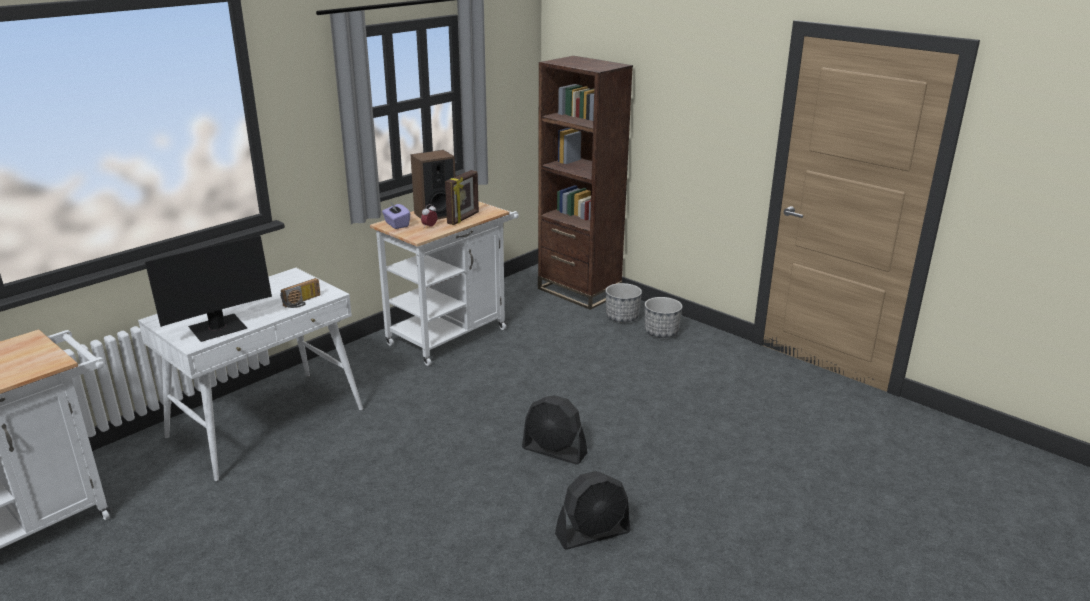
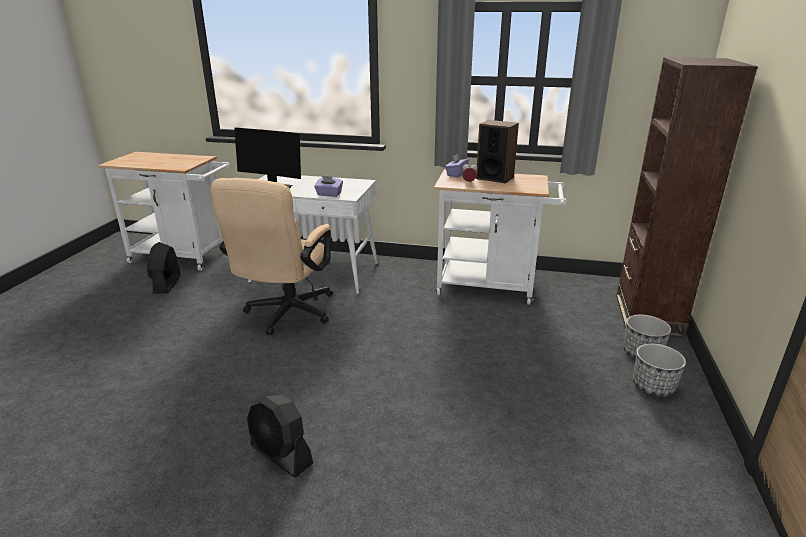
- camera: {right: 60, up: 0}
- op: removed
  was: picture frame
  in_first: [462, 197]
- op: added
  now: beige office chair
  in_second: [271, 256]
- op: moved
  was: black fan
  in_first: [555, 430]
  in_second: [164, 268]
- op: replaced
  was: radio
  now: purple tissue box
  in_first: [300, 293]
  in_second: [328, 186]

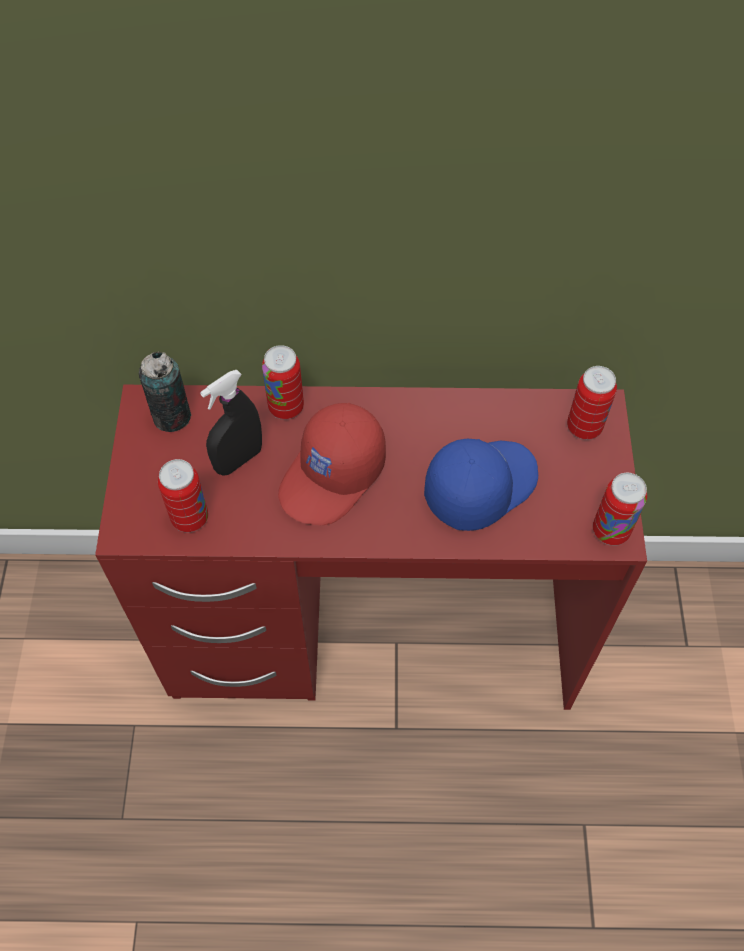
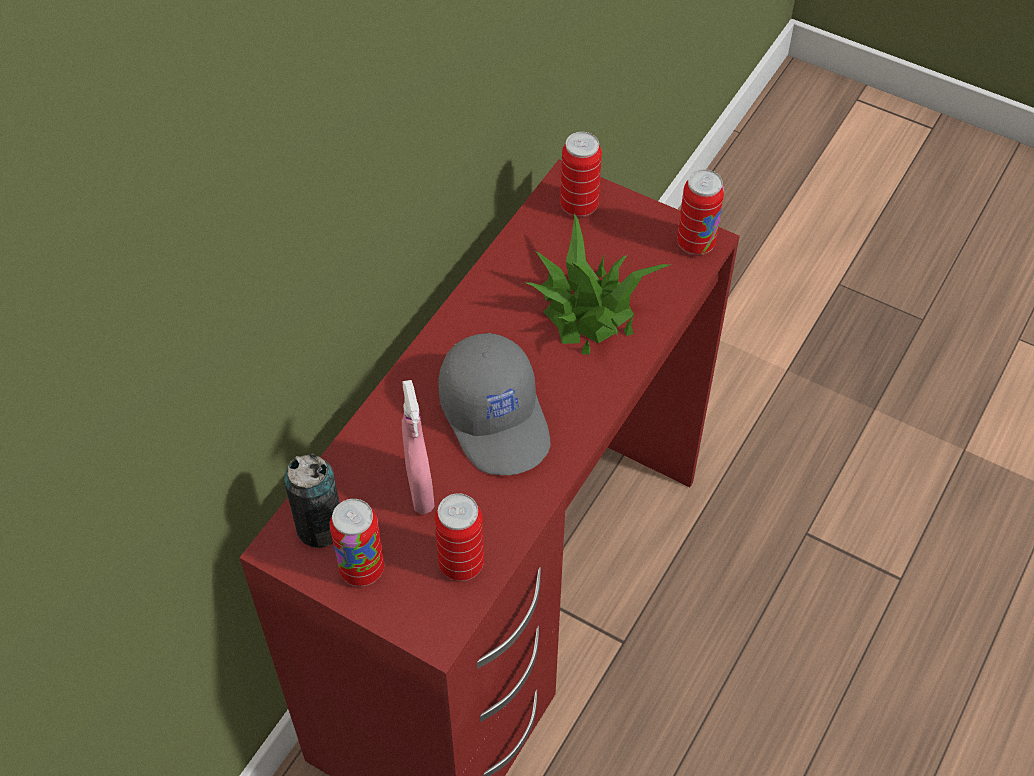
- camera: {right: -60, up: -5}
- op: moved
  was: can
  in_first: [283, 382]
  in_second: [357, 542]
- op: replaced
  was: blue cap
  now: potted plant
  in_first: [481, 485]
  in_second: [598, 284]
- op: recoloured
  was: black spray bottle
  now: pink spray bottle
  in_first: [231, 422]
  in_second: [418, 447]
- op: recoloured
  was: red cap
  now: grey cap
  in_first: [332, 464]
  in_second: [494, 404]

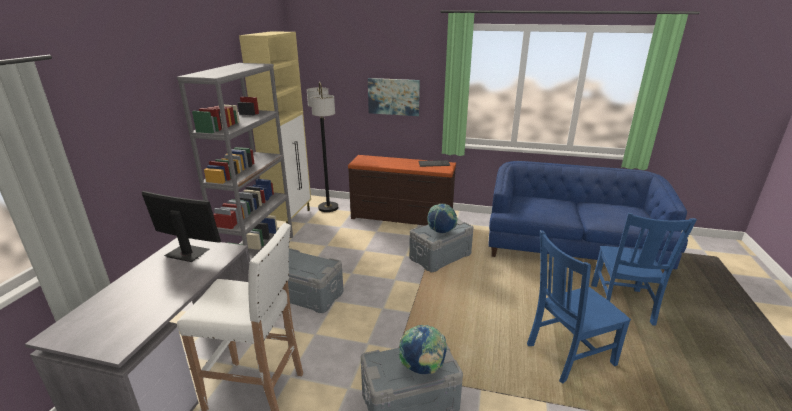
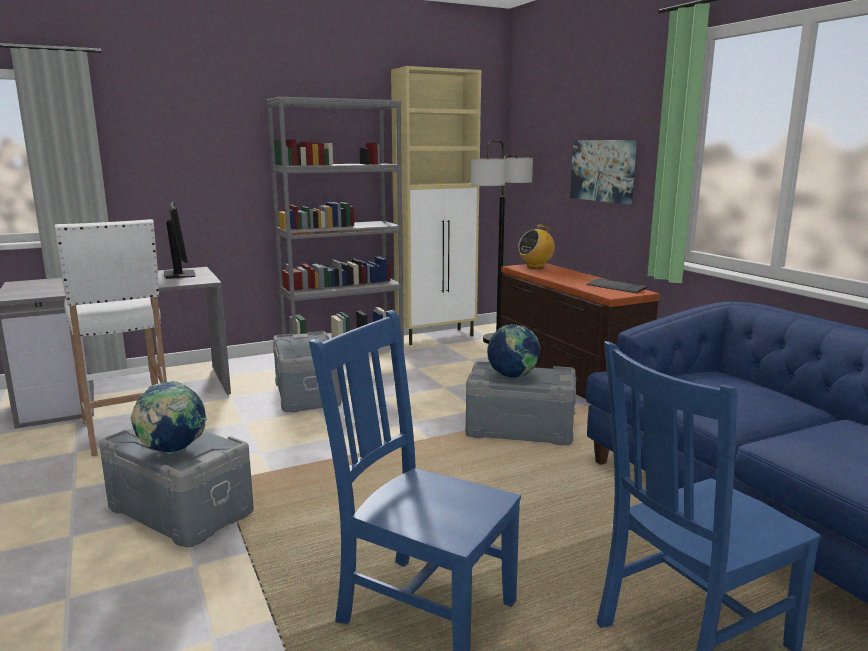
- camera: {right: 50, up: -10}
- op: added
  now: radio
  in_second: [536, 246]

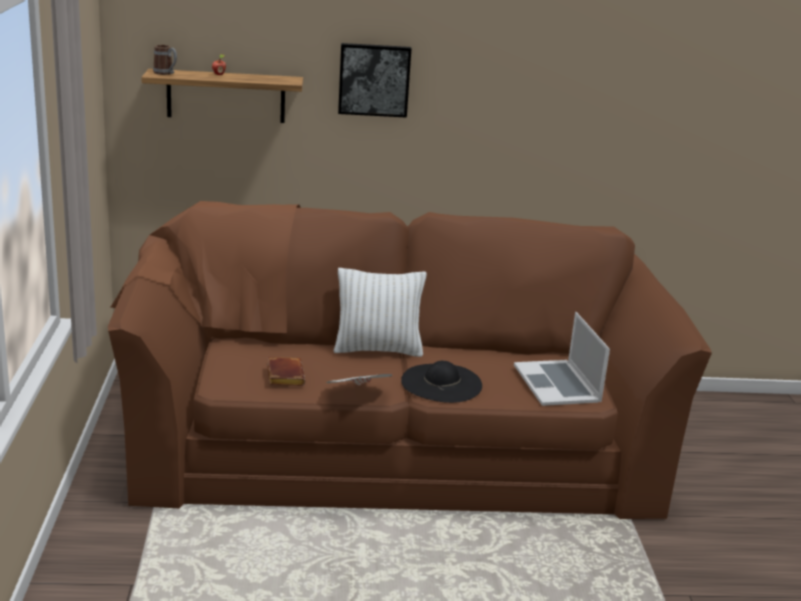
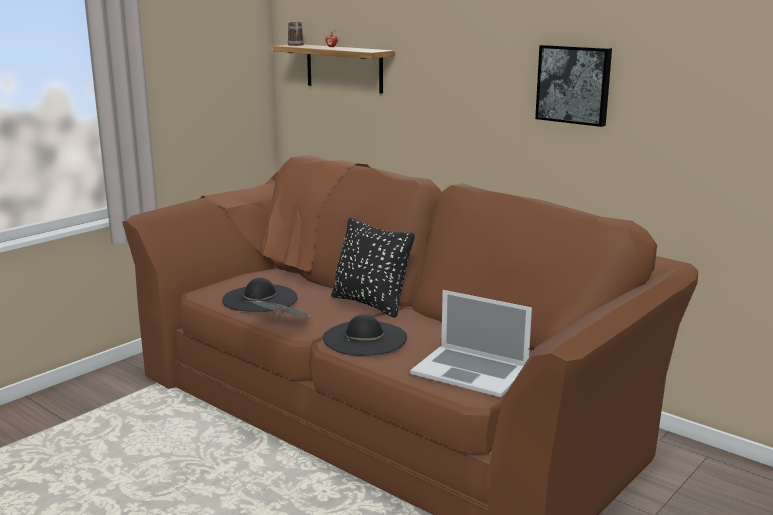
- camera: {right: 45, up: -5}
- op: moved
  was: picture
  in_first: [374, 80]
  in_second: [573, 86]
- op: replaced
  was: brown book
  now: black hat
  in_first: [286, 371]
  in_second: [259, 295]
- op: recoloured
  was: white pillow
  now: black pillow
  in_first: [380, 312]
  in_second: [373, 268]
- op: turned
  was: laptop
  in_first: [562, 359]
  in_second: [471, 343]
  clockwise: -90

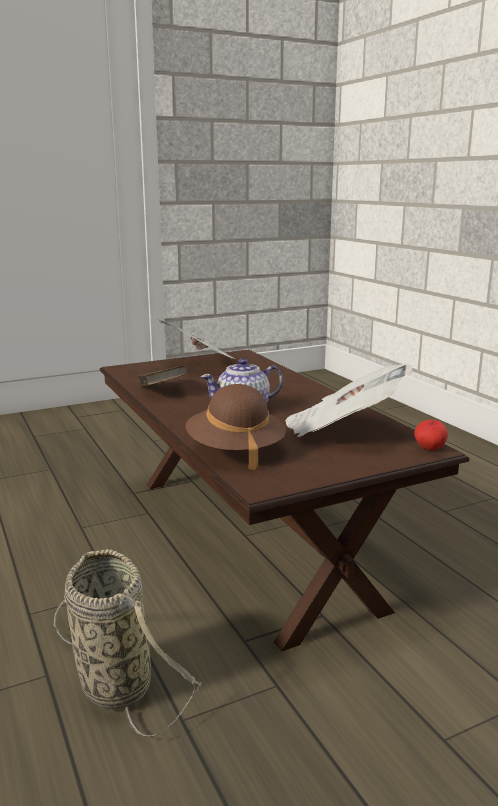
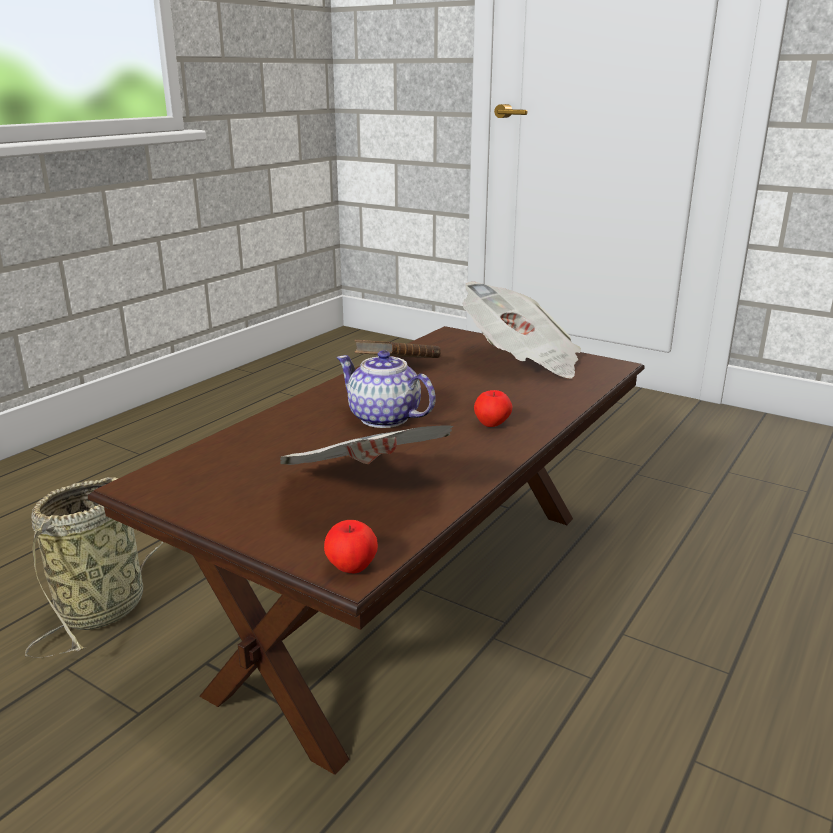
- camera: {right: 60, up: 5}
- op: removed
  was: brown hat
  in_first: [236, 427]
- op: added
  now: apple
  in_second: [493, 408]

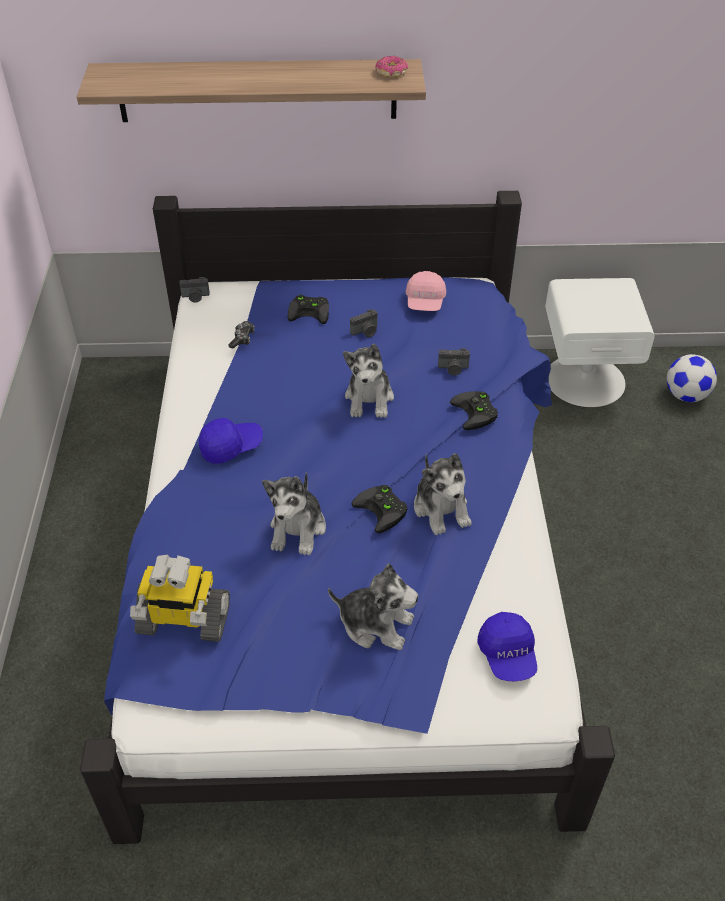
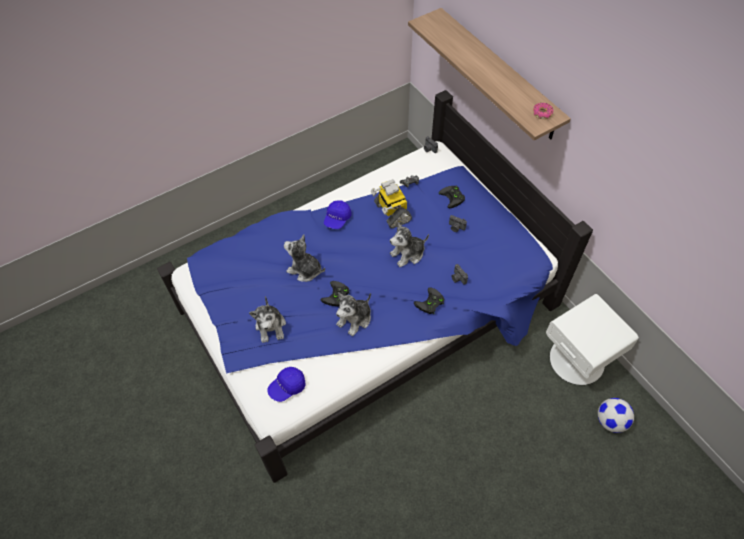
- camera: {right: 60, up: 10}
- op: removed
  was: pink cap
  in_first: [426, 291]
- op: moved
  was: toy robot
  in_first: [180, 598]
  in_second: [391, 203]
- op: turned
  was: blue cap
  in_first: [231, 441]
  in_second: [338, 214]
  clockwise: 75
- op: turned
  was: plush toy
  in_first: [294, 514]
  in_second: [304, 258]
  clockwise: 45

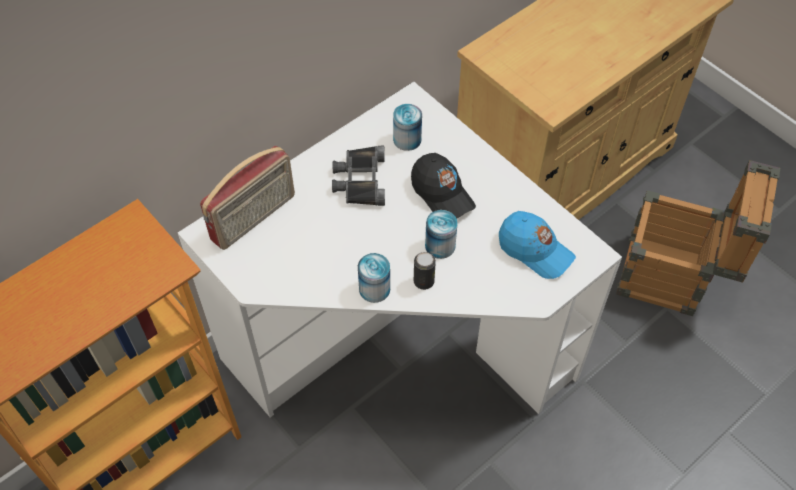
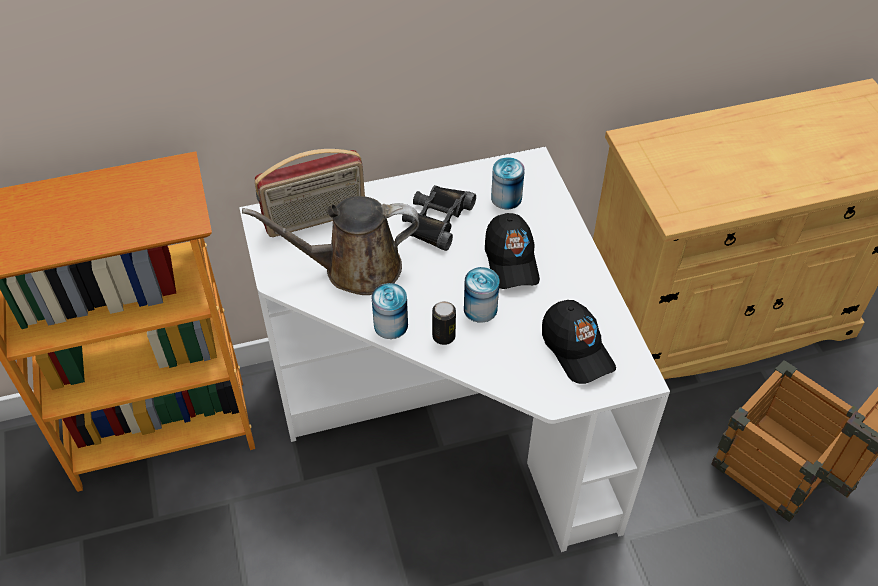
- camera: {right: 25, up: -5}
- op: added
  now: brown watering can
  in_second: [330, 245]
- op: recoloured
  was: blue cap
  now: black cap
  in_first: [537, 245]
  in_second: [579, 342]

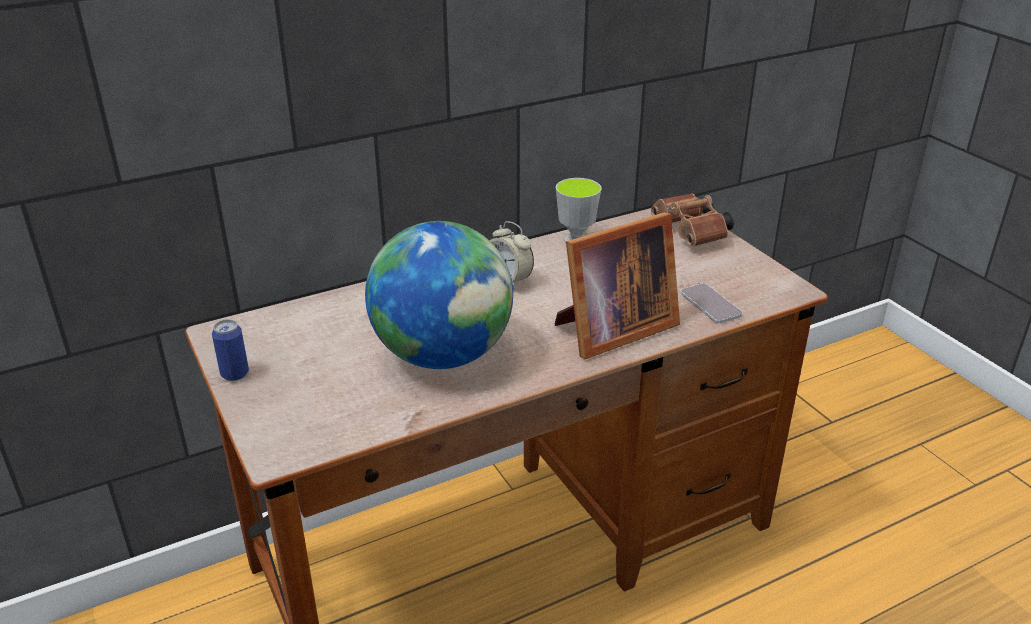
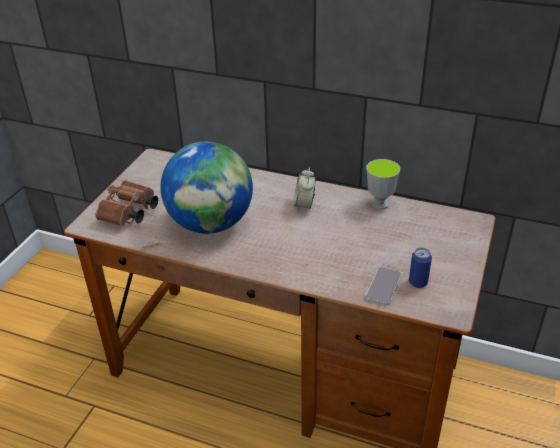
- camera: {right: 50, up: 5}
- op: removed
  was: picture frame
  in_first: [617, 285]
- op: moved
  was: can
  in_first: [230, 350]
  in_second: [420, 267]
- op: moved
  was: brown binoculars
  in_first: [692, 220]
  in_second: [126, 203]

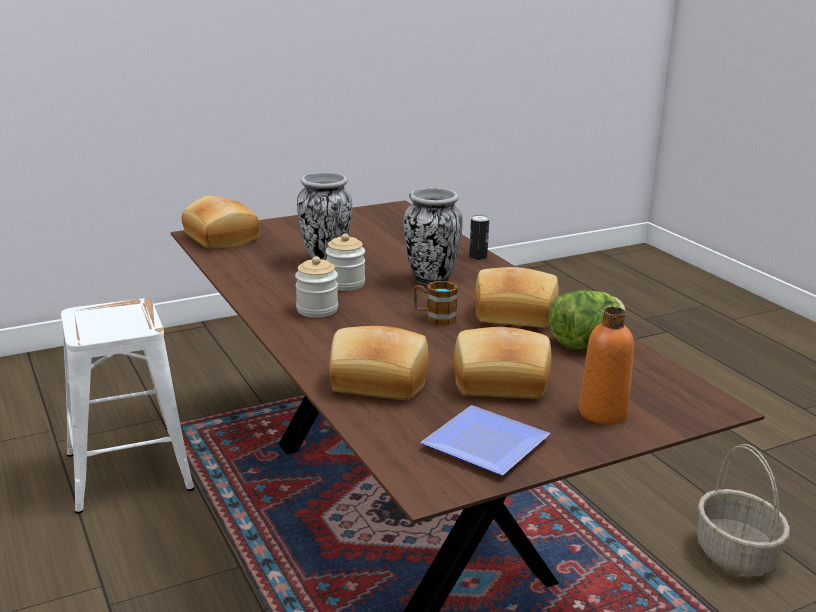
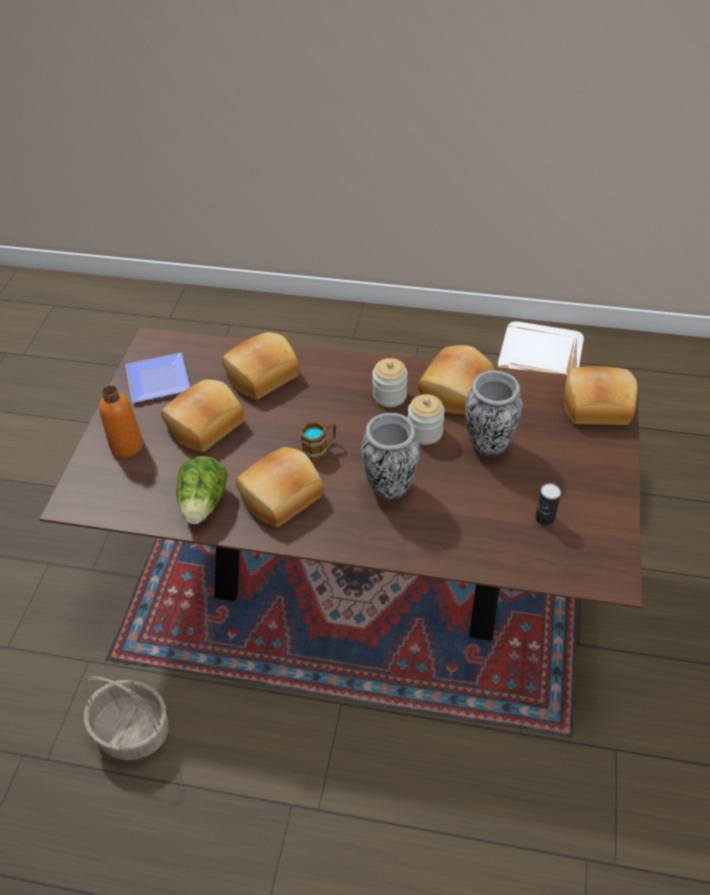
- camera: {right: 130, up: 25}
- op: added
  now: bread
  in_second: [456, 380]
- op: moved
  was: can
  in_first: [479, 237]
  in_second: [548, 504]

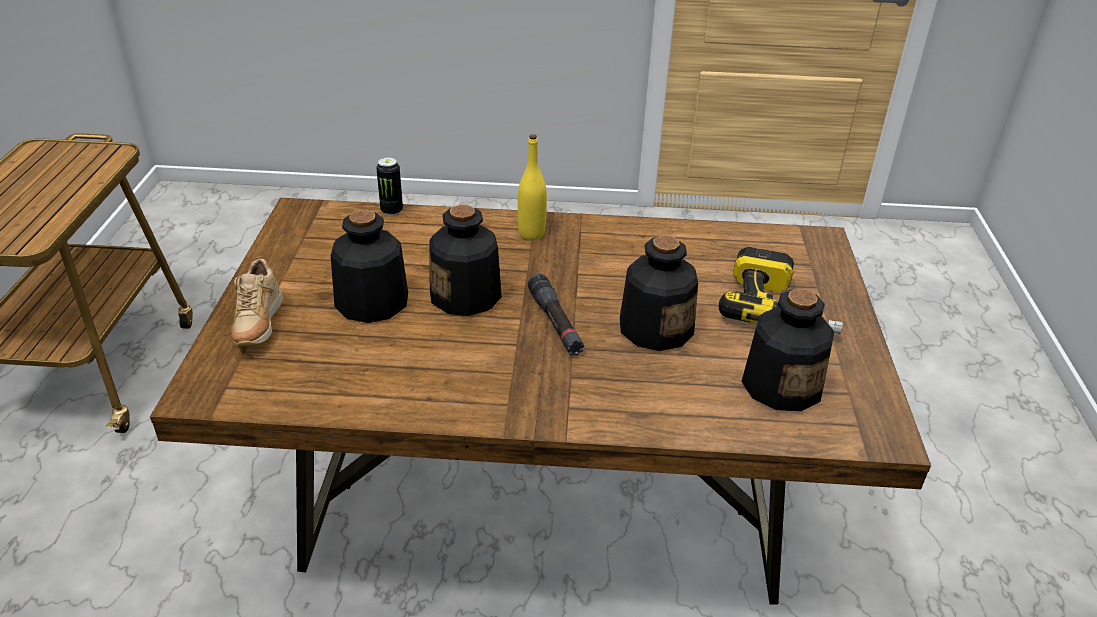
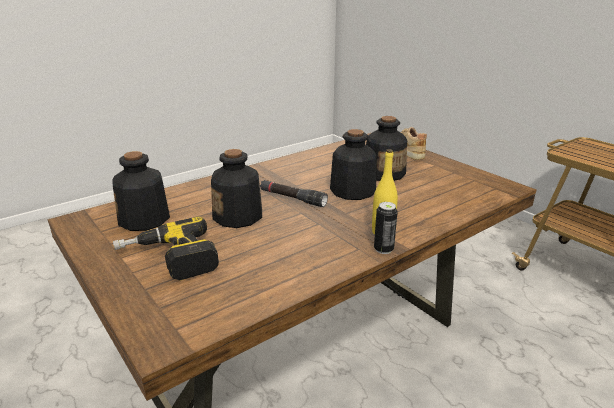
- camera: {right: 140, up: -10}
- op: moved
  was: can
  in_first: [389, 186]
  in_second: [386, 228]

